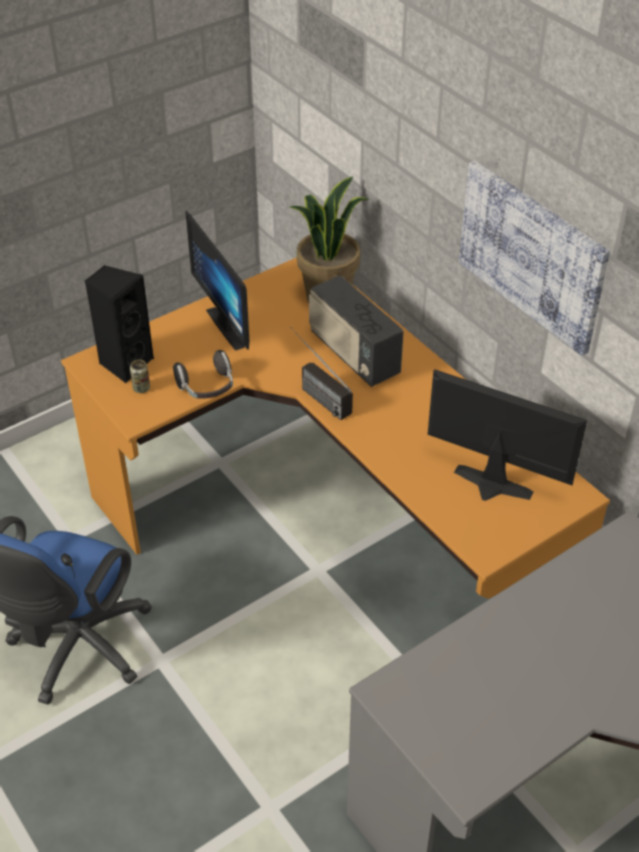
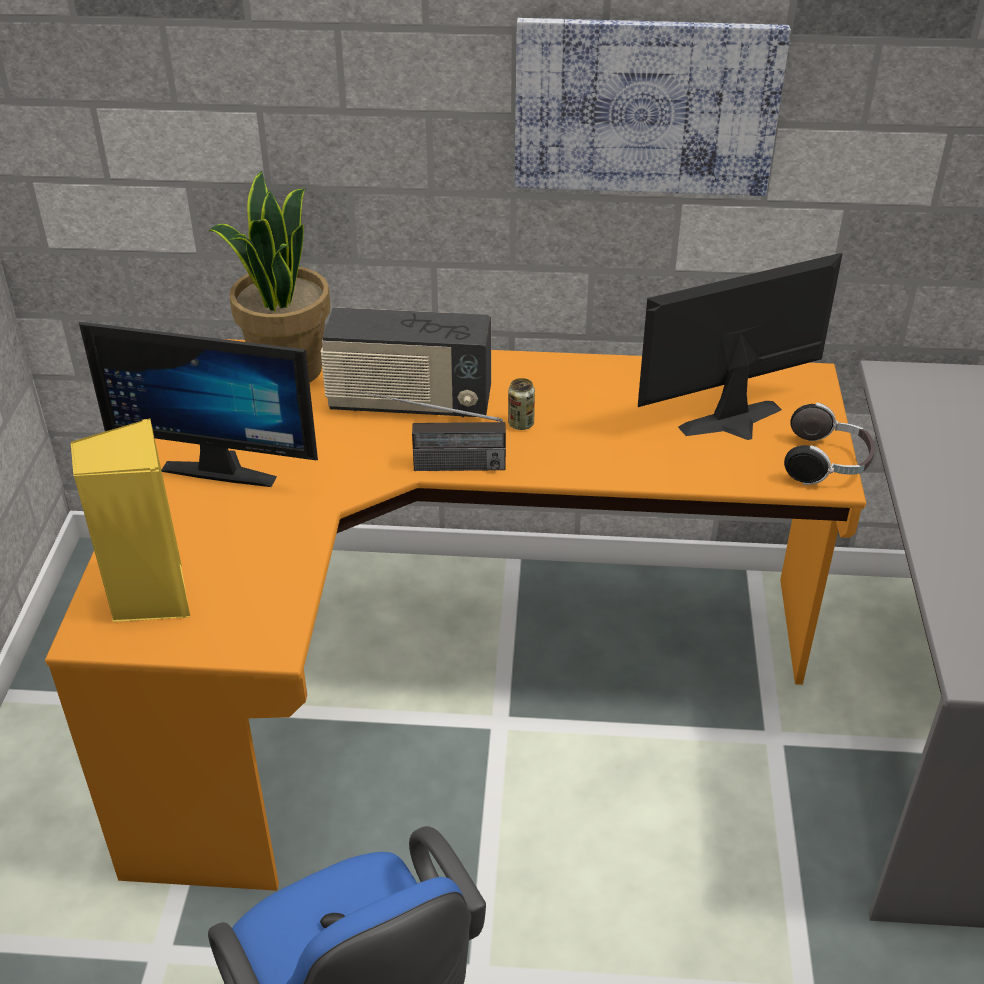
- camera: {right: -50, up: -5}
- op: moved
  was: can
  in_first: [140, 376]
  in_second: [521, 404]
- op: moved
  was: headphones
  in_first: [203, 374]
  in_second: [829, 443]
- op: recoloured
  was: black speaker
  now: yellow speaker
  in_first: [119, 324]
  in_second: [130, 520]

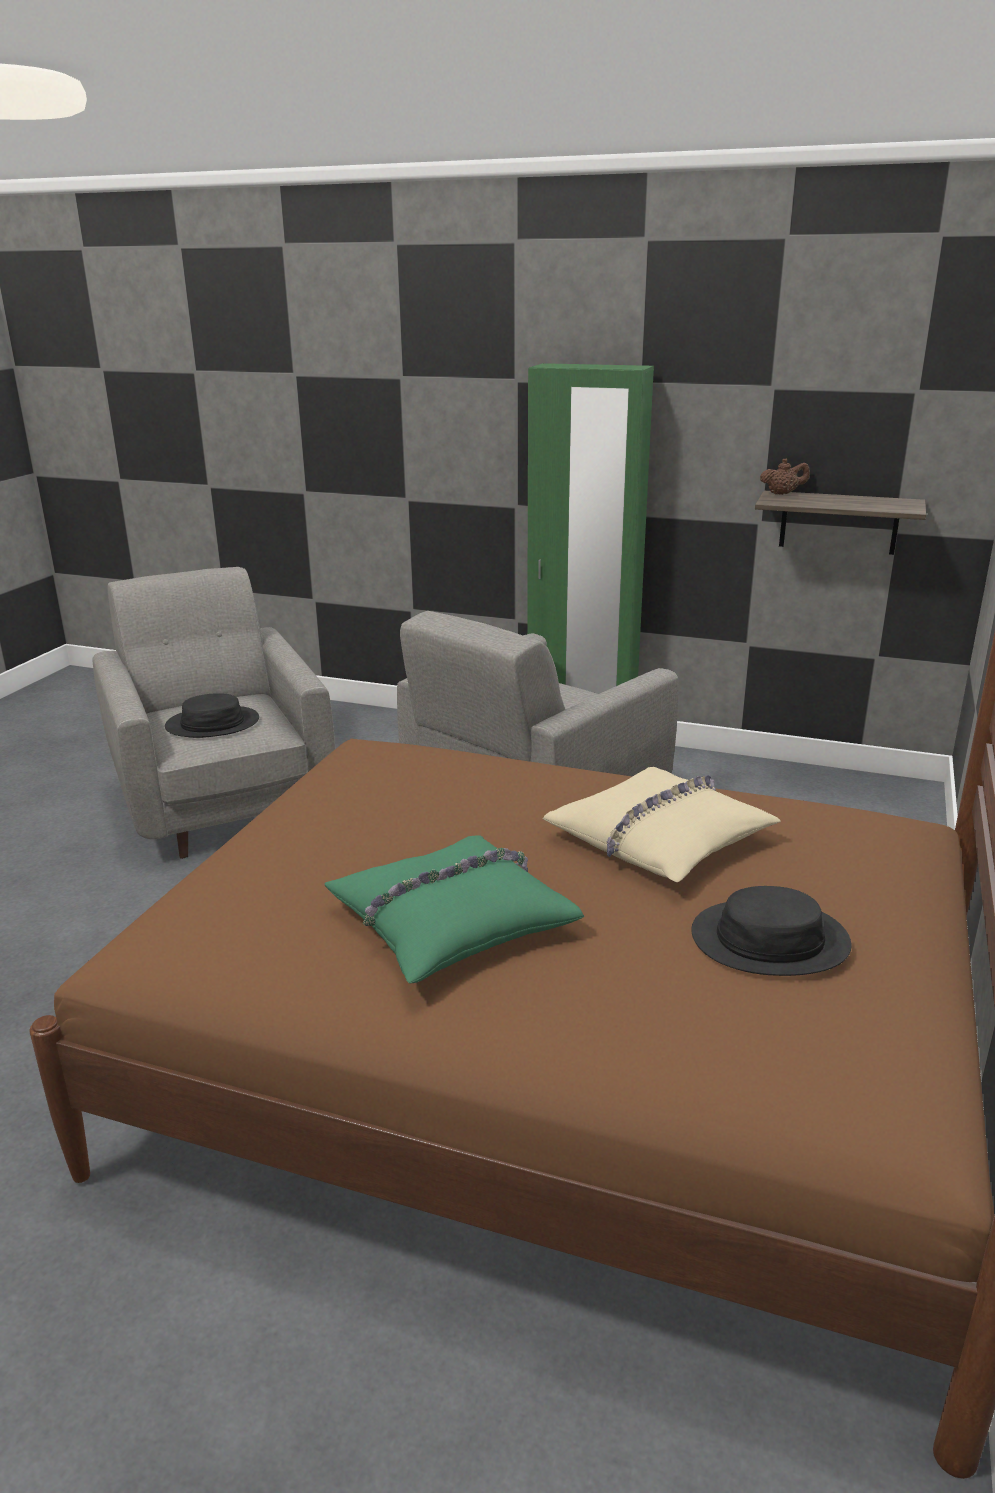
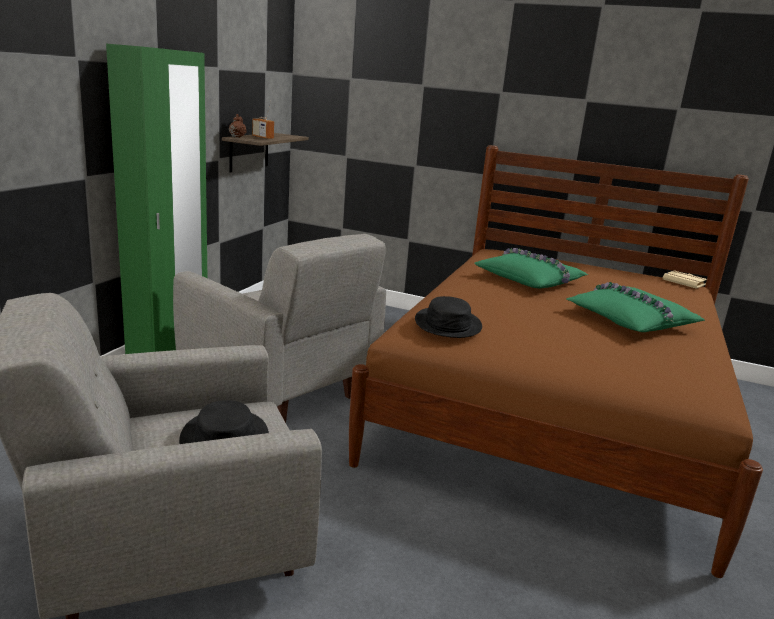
- camera: {right: -90, up: -5}
- op: added
  now: radio
  in_second: [263, 122]
- op: added
  now: beige book
  in_second: [685, 280]
- op: moved
  was: black hat
  in_first: [771, 931]
  in_second: [448, 317]
- op: recoloured
  was: beige pillow
  now: green pillow
  in_first: [662, 824]
  in_second: [531, 268]

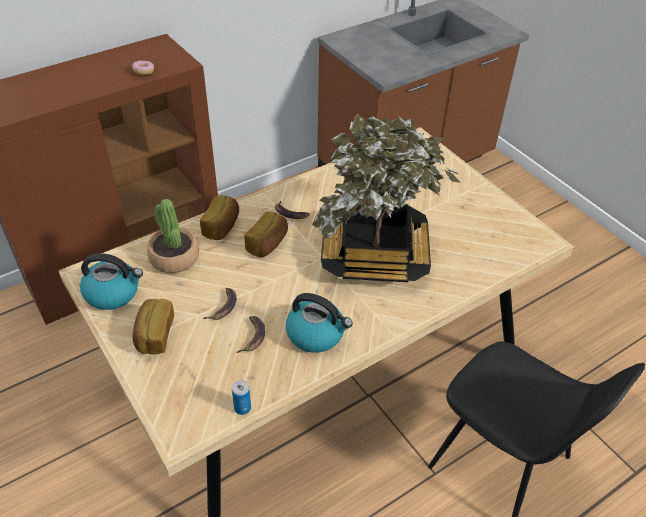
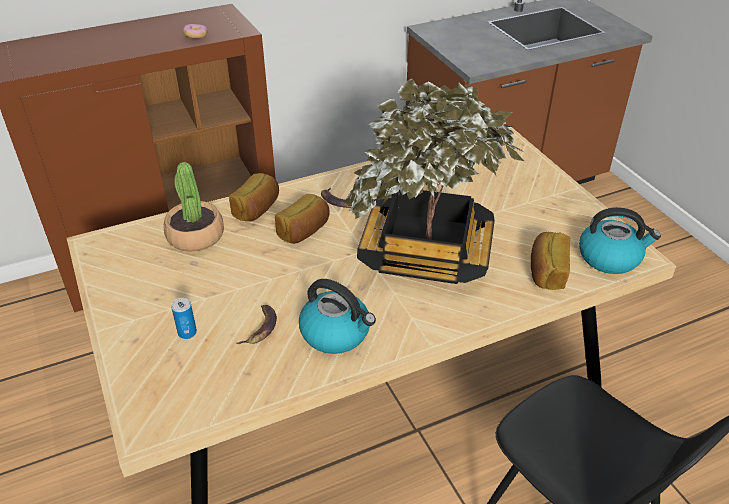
- camera: {right: 10, up: -5}
- op: removed
  was: banana
  in_first: [220, 304]
- op: moved
  was: kettle
  in_first: [111, 281]
  in_second: [620, 240]
- op: moved
  was: bread
  in_first: [153, 327]
  in_second: [550, 261]
- op: moved
  was: can
  in_first: [241, 397]
  in_second: [184, 318]

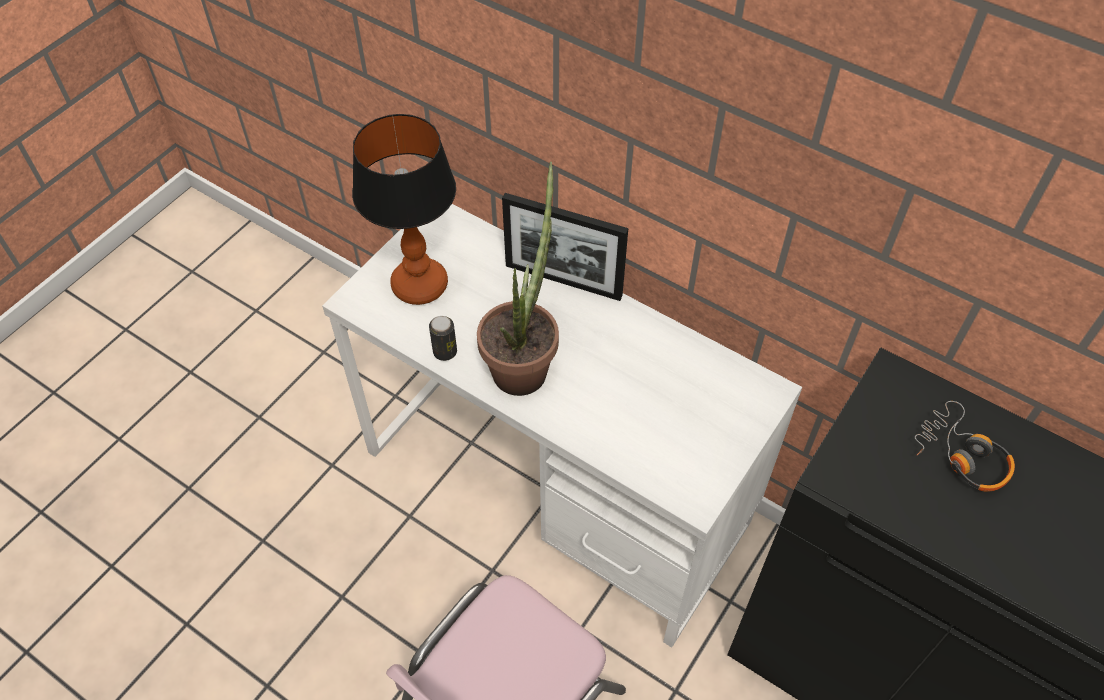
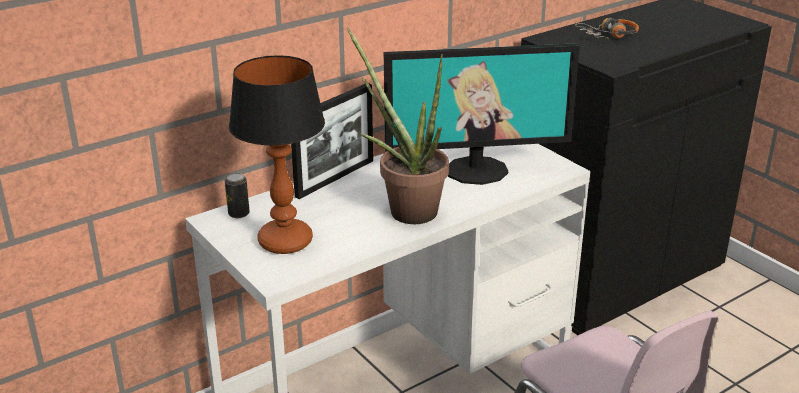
- camera: {right: -70, up: -25}
- op: added
  now: monitor
  in_second: [481, 114]
- op: moved
  was: can
  in_first: [443, 338]
  in_second: [237, 195]

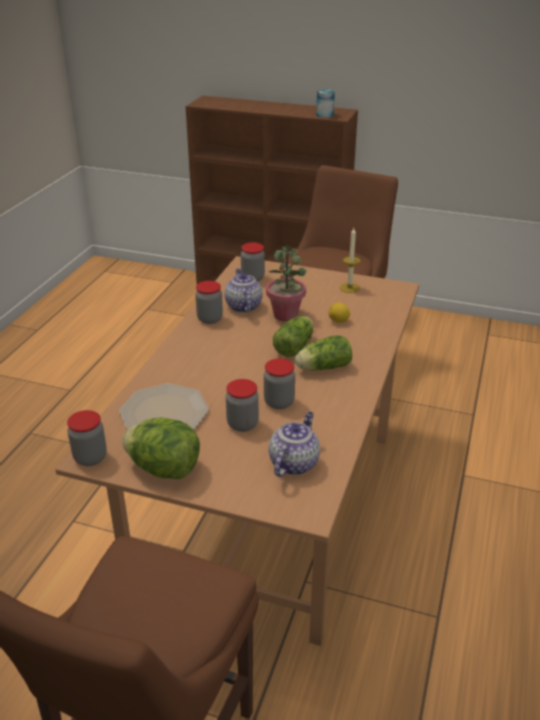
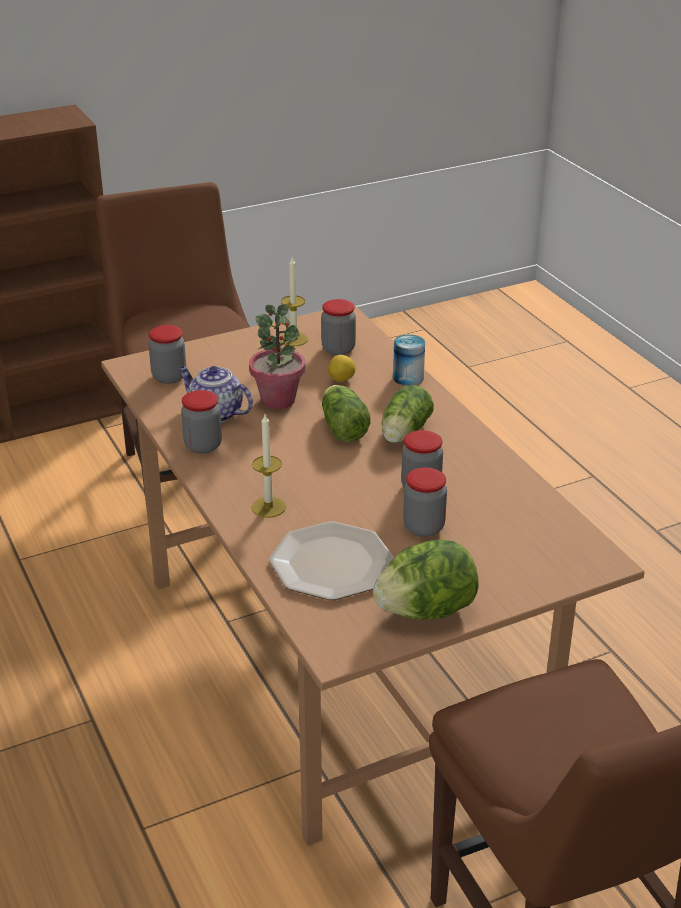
- camera: {right: -45, up: 0}
- op: removed
  was: teapot
  in_first: [294, 444]
- op: added
  now: candle
  in_second: [268, 466]
- op: moved
  was: jar
  in_first: [87, 438]
  in_second: [338, 327]
- op: moved
  was: can
  in_first: [325, 103]
  in_second: [409, 360]

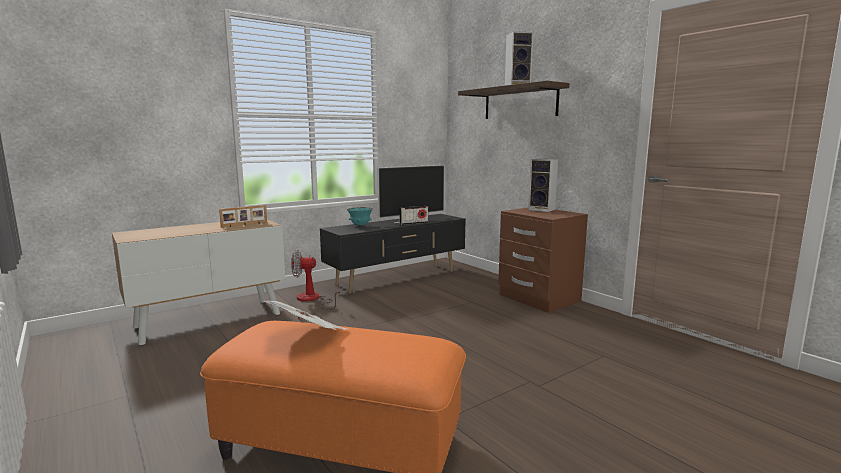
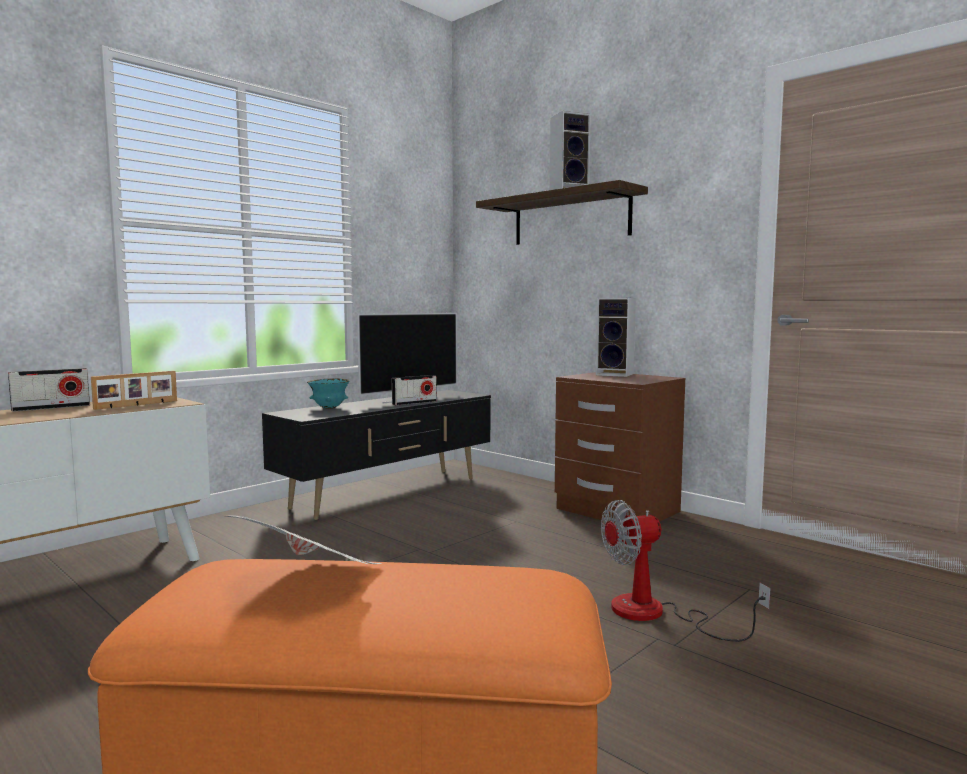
- camera: {right: -10, up: -5}
- op: added
  now: radio
  in_second: [49, 390]
- op: moved
  was: fan
  in_first: [315, 280]
  in_second: [685, 571]

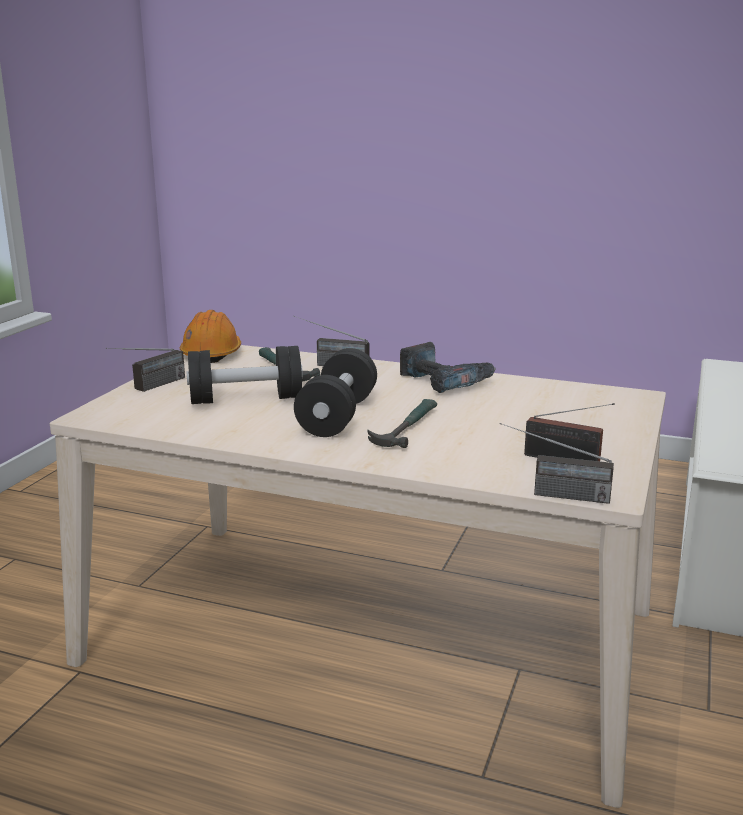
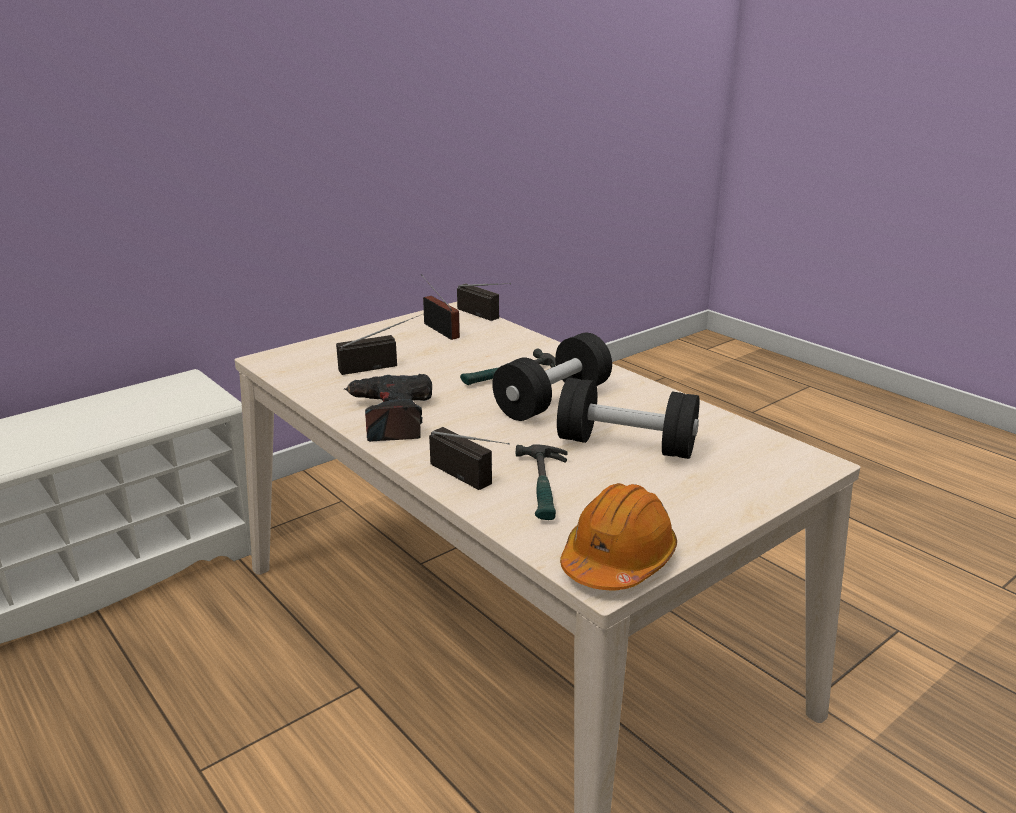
- camera: {right: -150, up: 5}
- op: moved
  was: radio
  in_first: [145, 370]
  in_second: [380, 344]

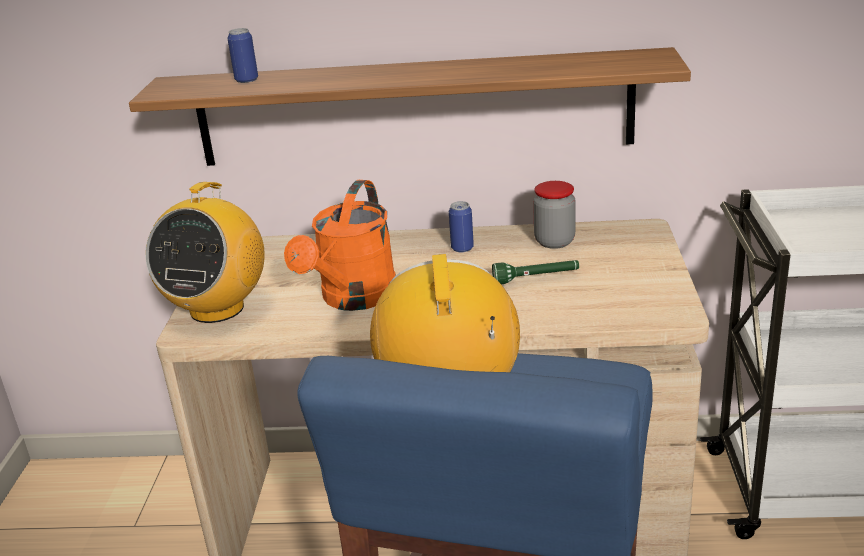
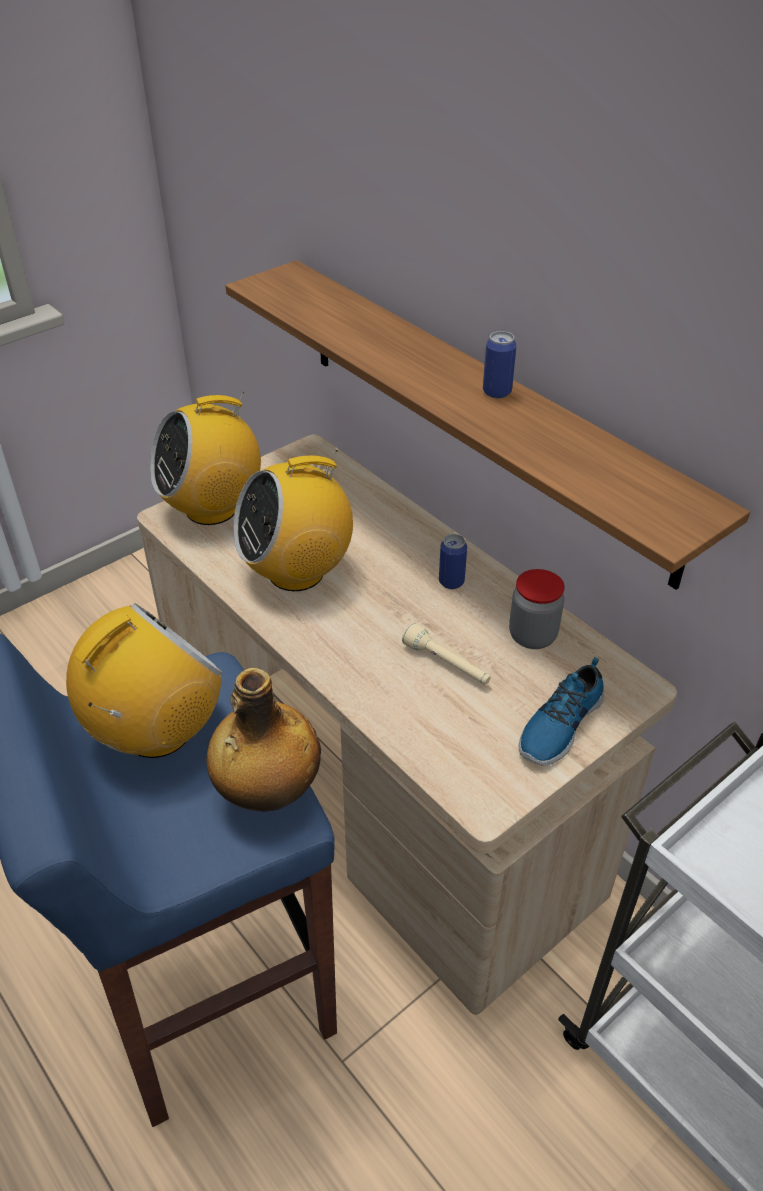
- camera: {right: 45, up: 15}
- op: added
  now: bottle
  in_second: [263, 740]
- op: added
  now: shoe
  in_second: [561, 711]
- op: moved
  was: can
  in_first: [242, 55]
  in_second: [500, 364]
- op: replaced
  was: orange watering can
  now: radio
  in_first: [340, 245]
  in_second: [293, 520]
- op: recoloured
  was: green flashlight
  now: beige flashlight
  in_first: [535, 272]
  in_second: [446, 653]

